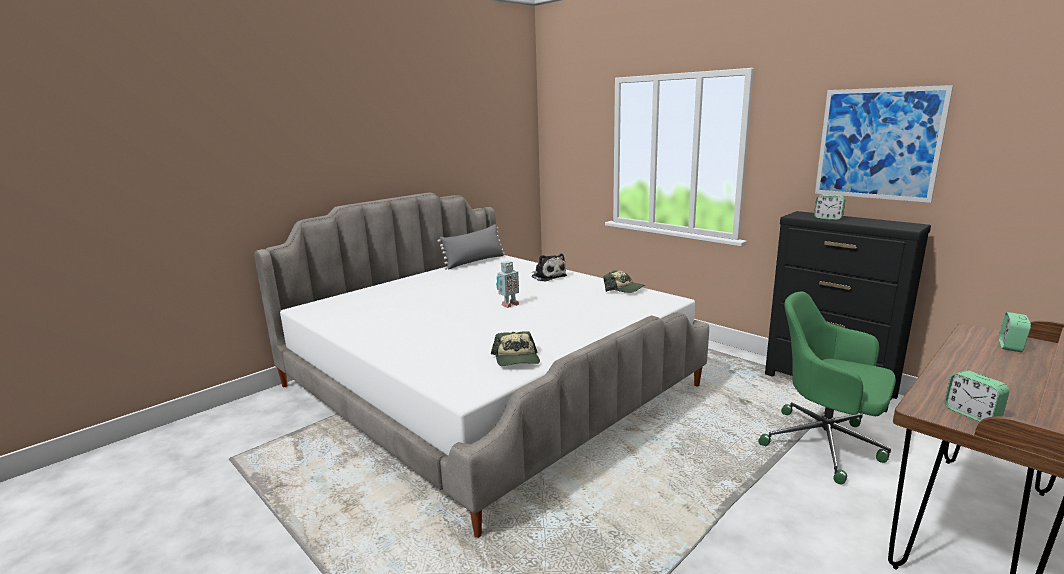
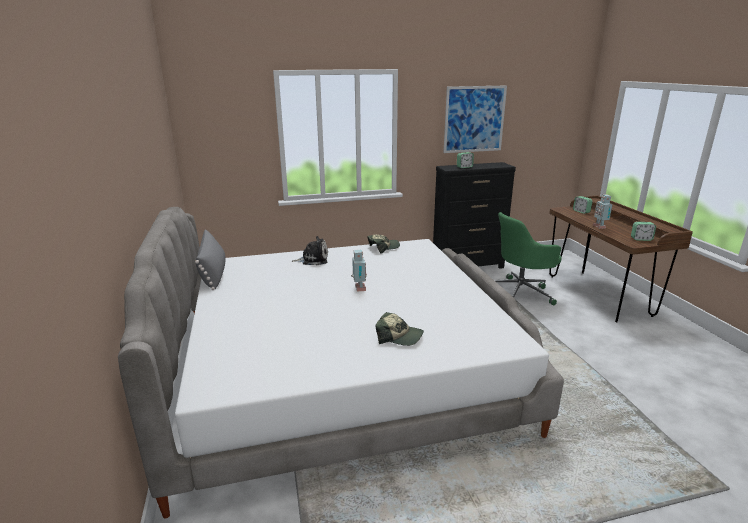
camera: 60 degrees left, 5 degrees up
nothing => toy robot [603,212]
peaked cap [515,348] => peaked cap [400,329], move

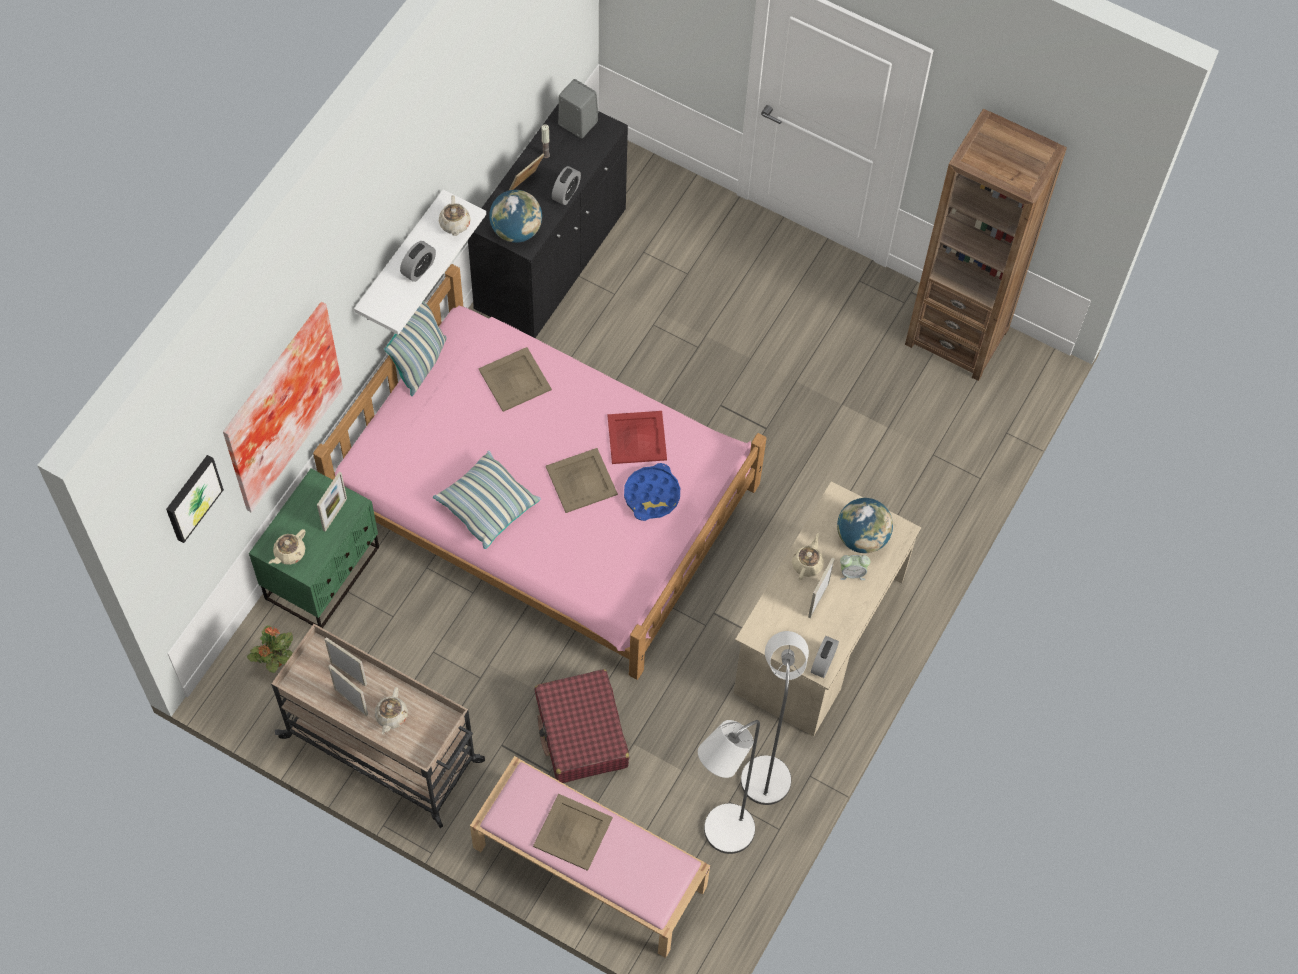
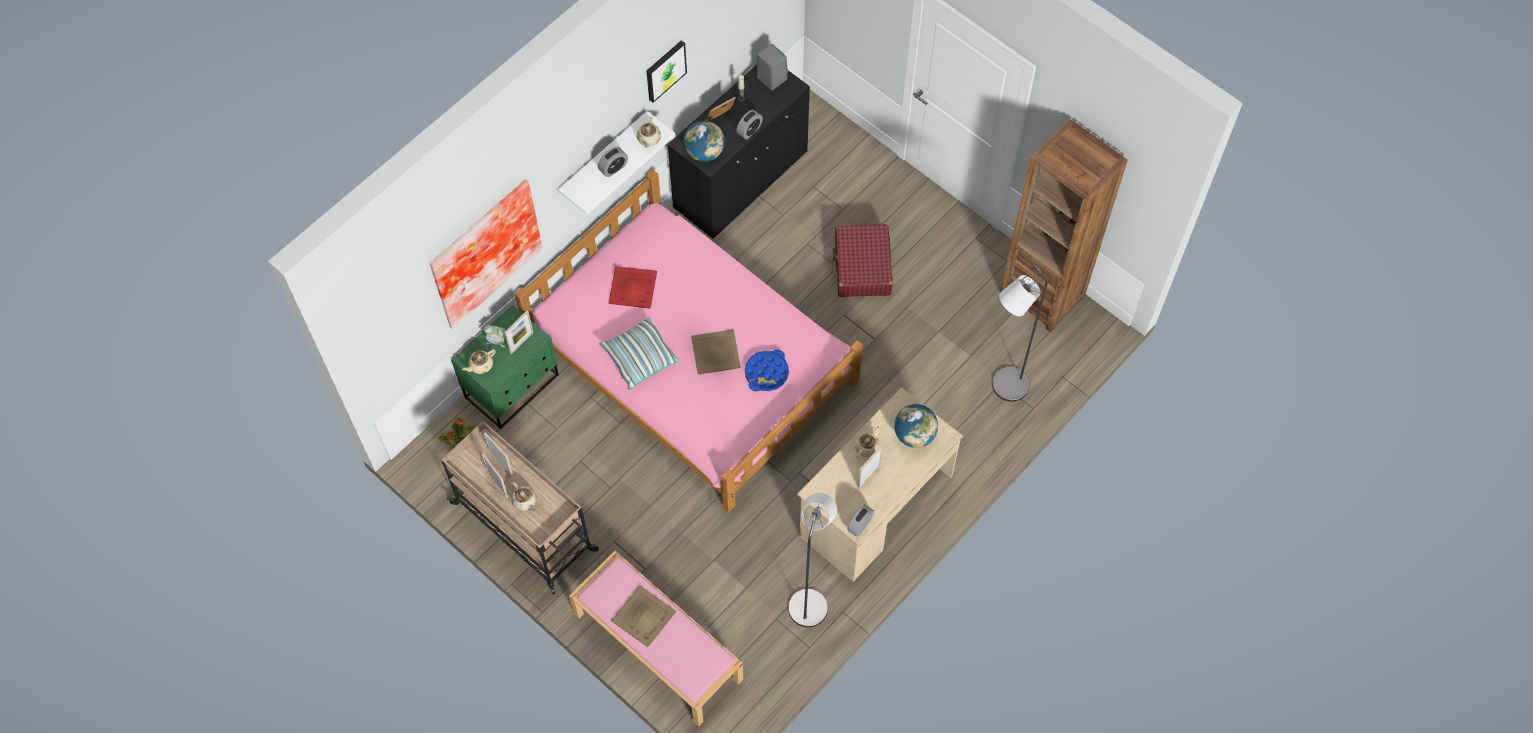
camera: 15 degrees right, 0 degrees up
throw pillow [415,348] => nothing
carrying tray in beige-coloured [515,379] => nothing
wall picture [195,499] => wall picture [666,72], move
travel case in red-coloured [582,726] => travel case in red-coloured [862,260], move
carrying tray in red-coloured [637,437] => carrying tray in red-coloured [632,287], move
standard lamp in greyish [729,787] => standard lamp in greyish [1020,338], move
table clock [855,567] => table clock [495,336], move
teapot in beige-coloured [391,710] => teapot in beige-coloured [524,496], 60 degrees counterclockwise

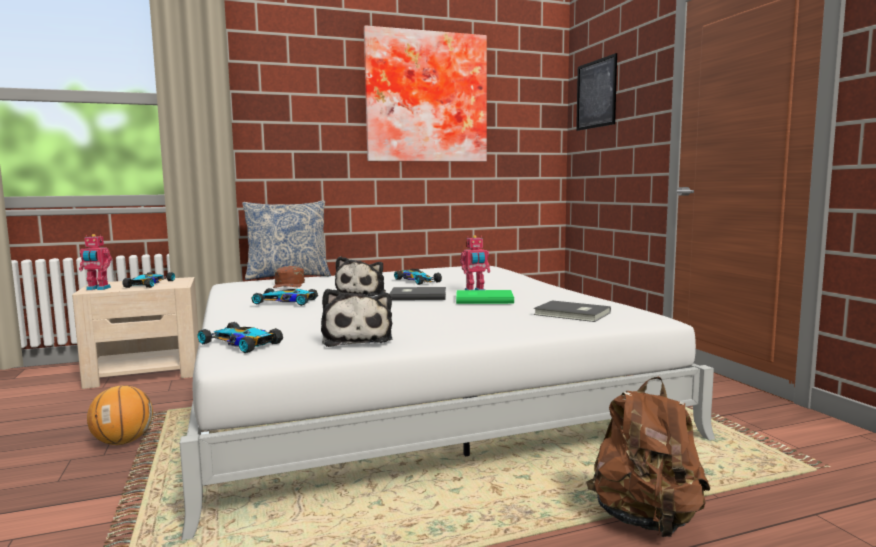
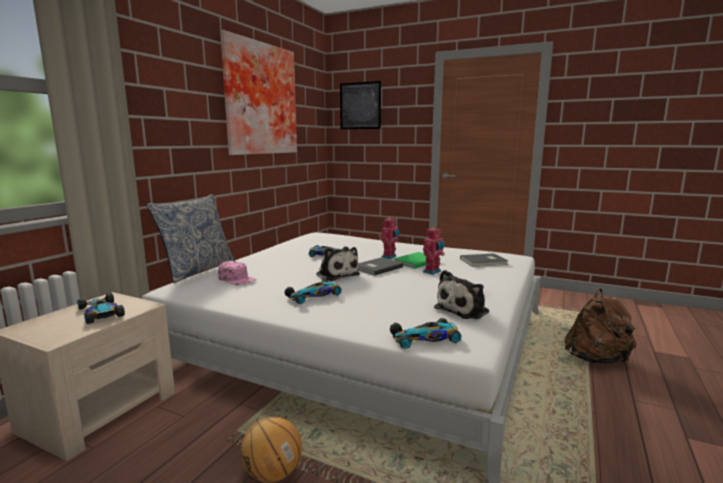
camera: 45 degrees left, 5 degrees up
toy robot [95,262] => toy robot [434,251], move
peaked cap in brownish [289,277] => peaked cap in pink [237,273]
cuddly toy [356,318] => cuddly toy [461,294], 105 degrees clockwise

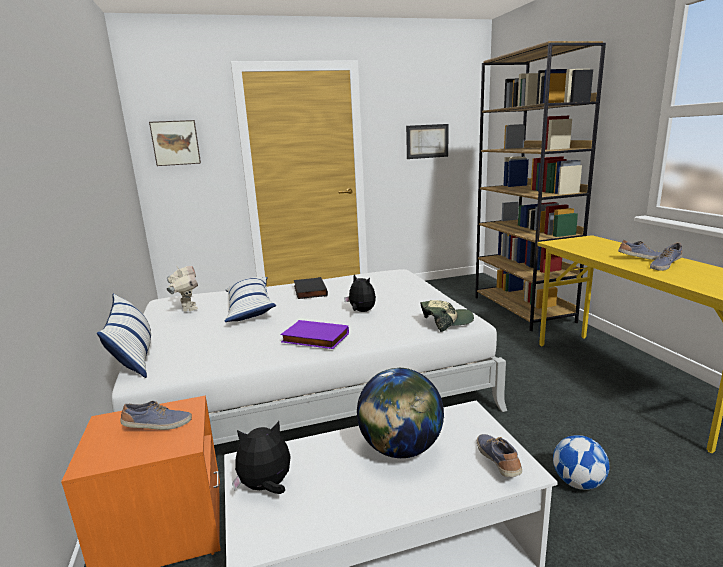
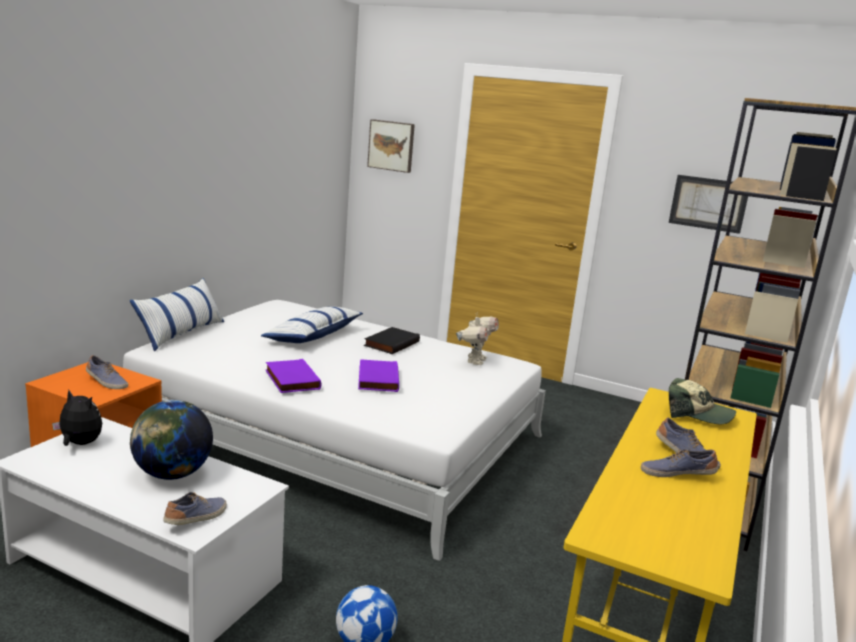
camera: 40 degrees right, 0 degrees up
toy robot [182,288] => toy robot [477,338], move
peaked cap [447,316] => peaked cap [702,401], move
cuddly toy [360,293] => bound book in purple-coloured [378,375]

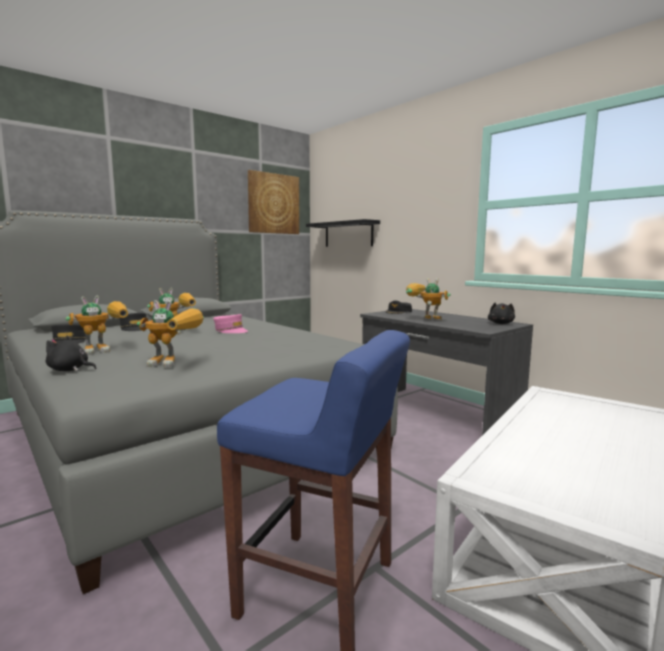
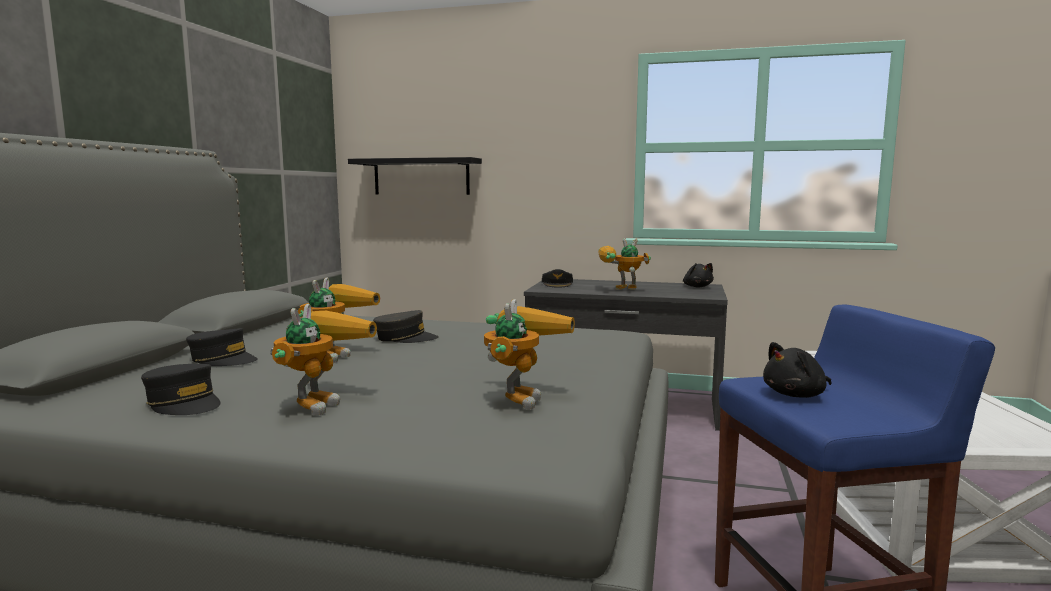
camera: 35 degrees left, 0 degrees up
wall picture [273,202] => nothing
cuddly toy in blackish [71,353] => cuddly toy in blackish [797,370], move
peaked cap in pink [230,323] => peaked cap in greyish [406,326]
toy robot [170,334] => toy robot [529,354], 45 degrees counterclockwise

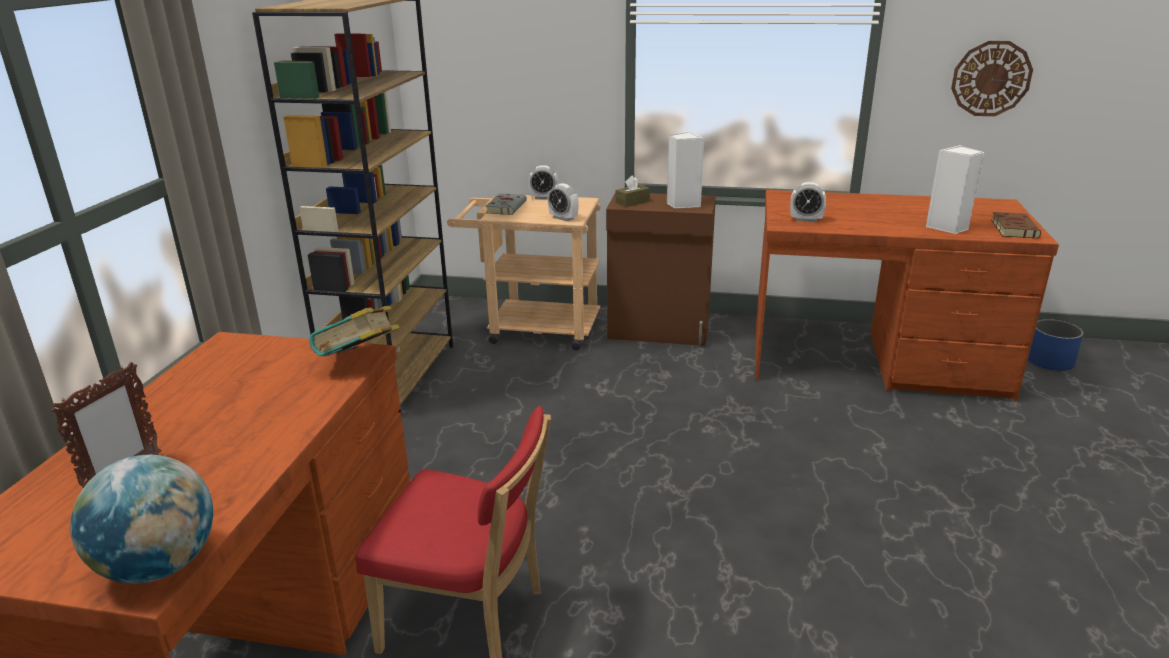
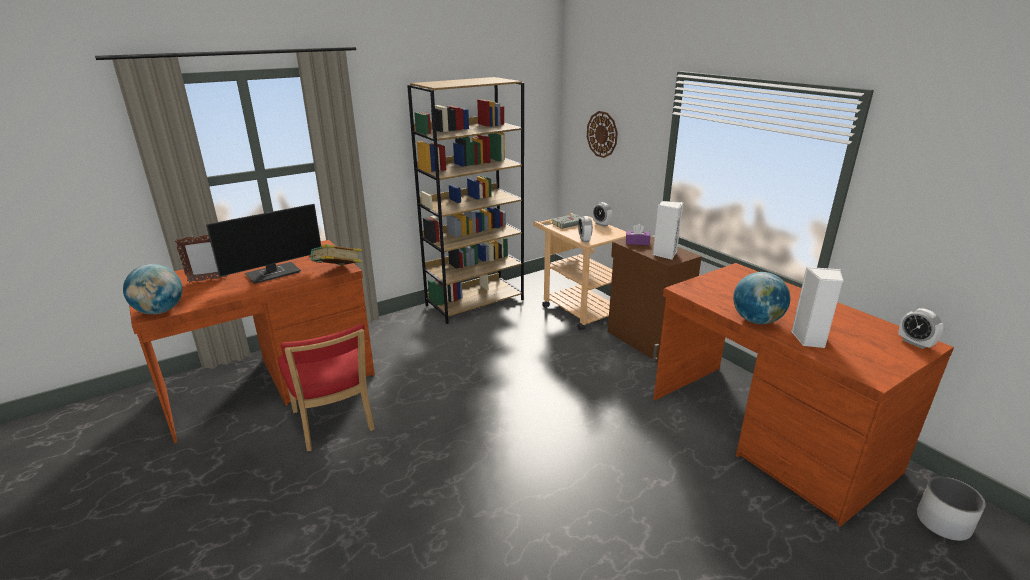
camera: 45 degrees right, 0 degrees up
bound book in brownish [1016,225] => nothing
nothing => computer screen [263,244]
nothing => desk globe [761,298]
table clock [808,202] => table clock [920,328], move
wall clock [992,78] => wall clock [602,134], move
box of tissues in brownish [633,191] => box of tissues in purple-coloured [638,234]
plant pot in bluish [1055,345] => plant pot in whitish [951,509]

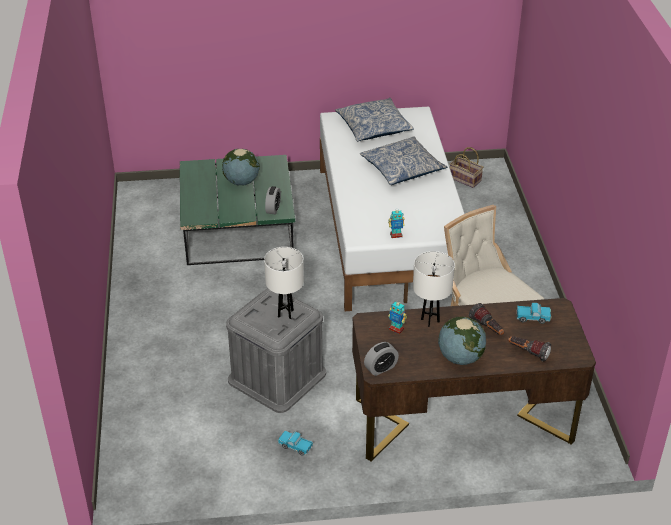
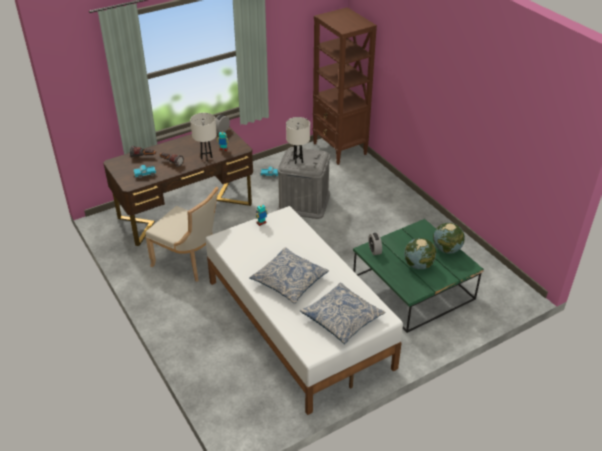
camera: 155 degrees right, 0 degrees up
storage basket [466,167] => nothing
nothing => bookcase in brownish [344,86]
desk globe [462,341] => desk globe [449,238], move

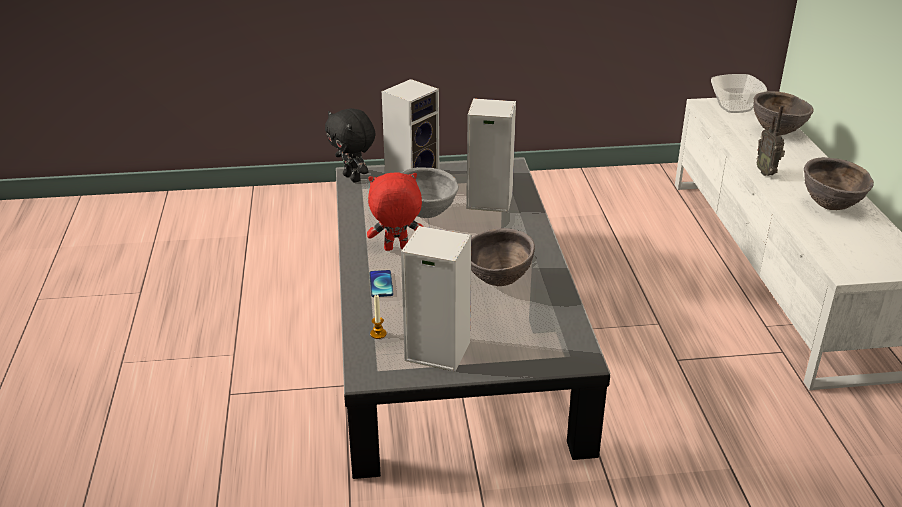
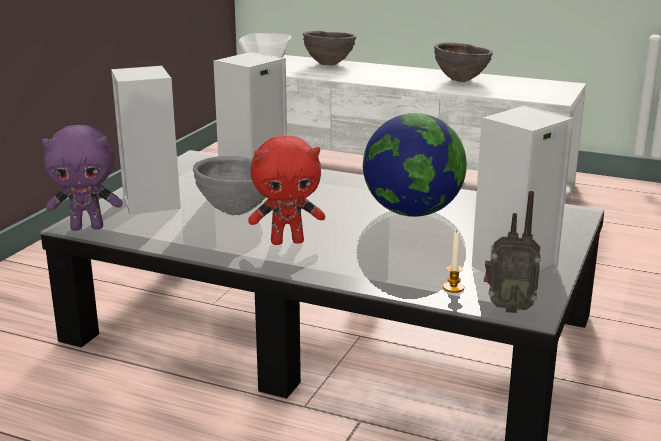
camera: 60 degrees left, 10 degrees down
telephone [381,283] => nothing
radio set [771,141] => radio set [512,252], move
serving bowl in brownish [503,257] => desk globe [415,165]
cuddly toy in blackish [350,145] => cuddly toy in purple-coloured [82,178]
cuddly toy in red-coloured [395,211] => cuddly toy in red-coloured [286,190], 120 degrees counterclockwise

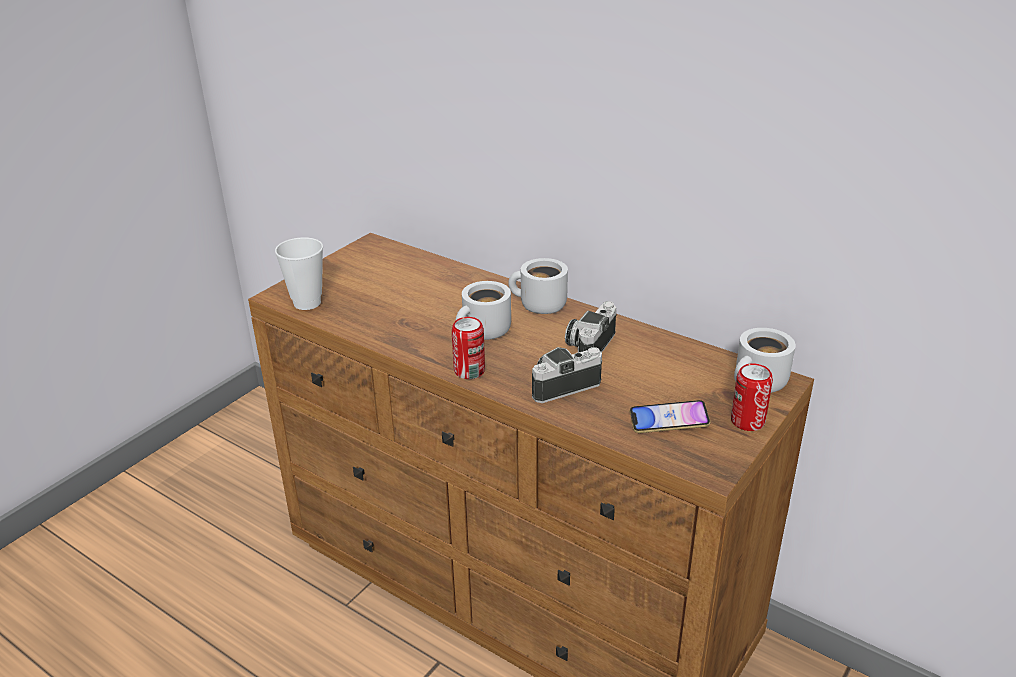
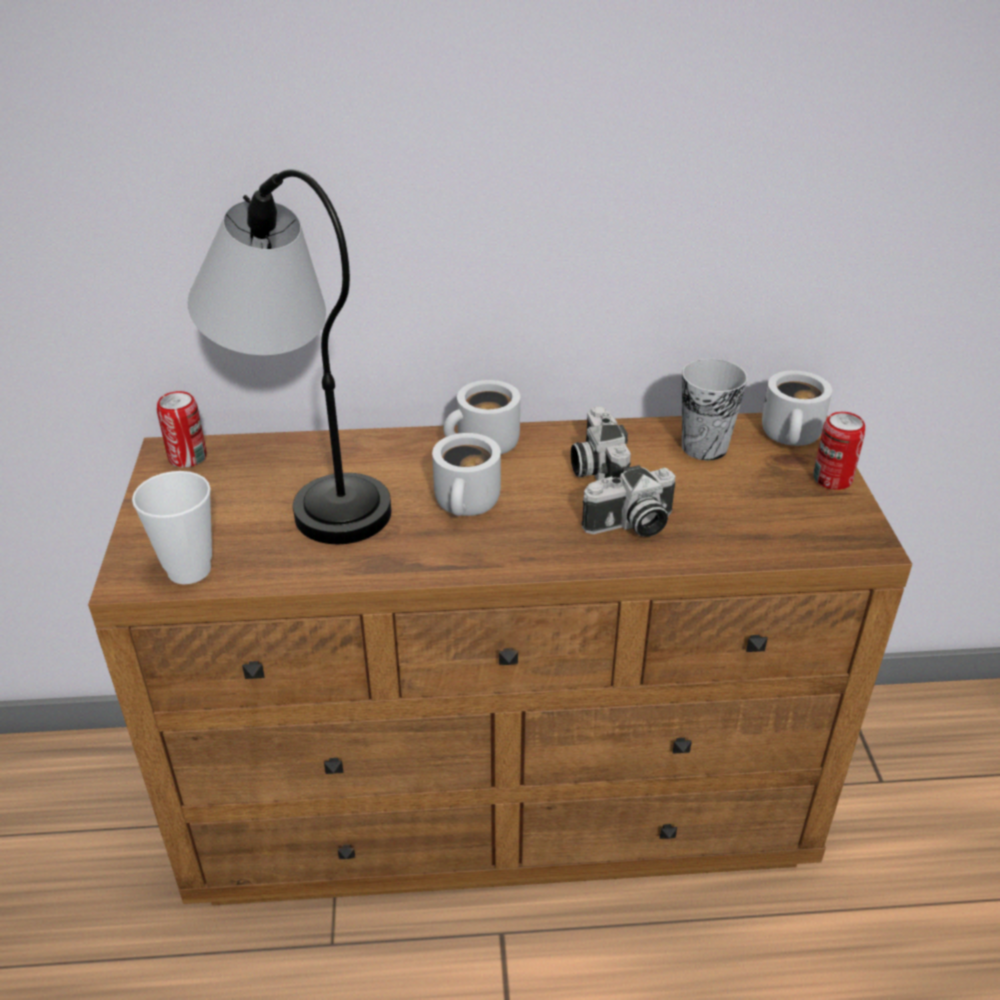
camera: 40 degrees left, 5 degrees up
telephone [670,416] => nothing
nothing => tabletop lamp [289,356]
nothing => cup [715,409]
sealed can [468,348] => sealed can [182,429], move
photo camera [567,375] => photo camera [629,501], 135 degrees counterclockwise

